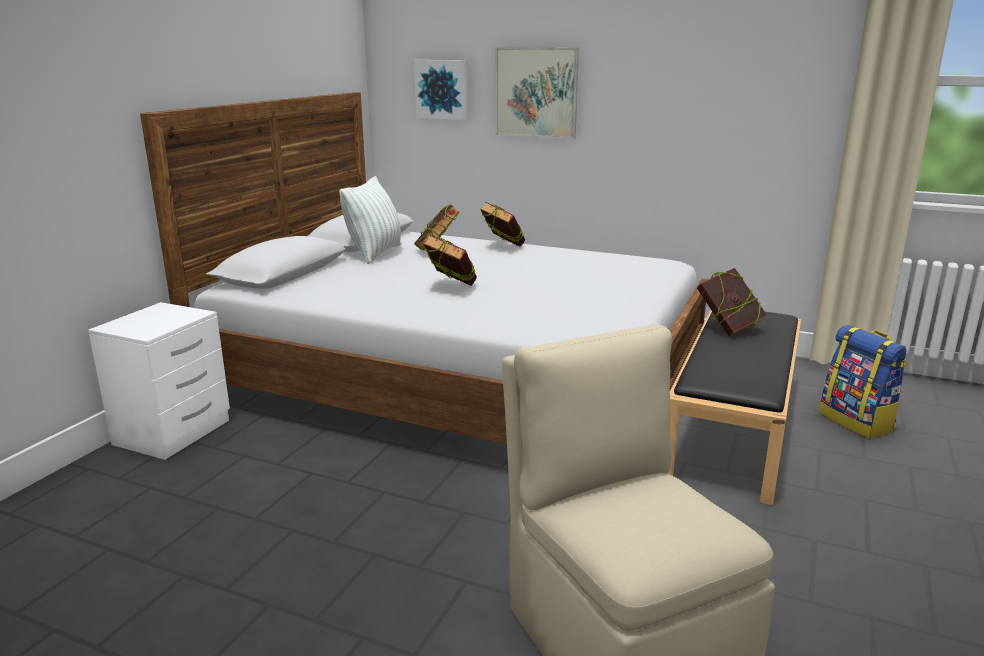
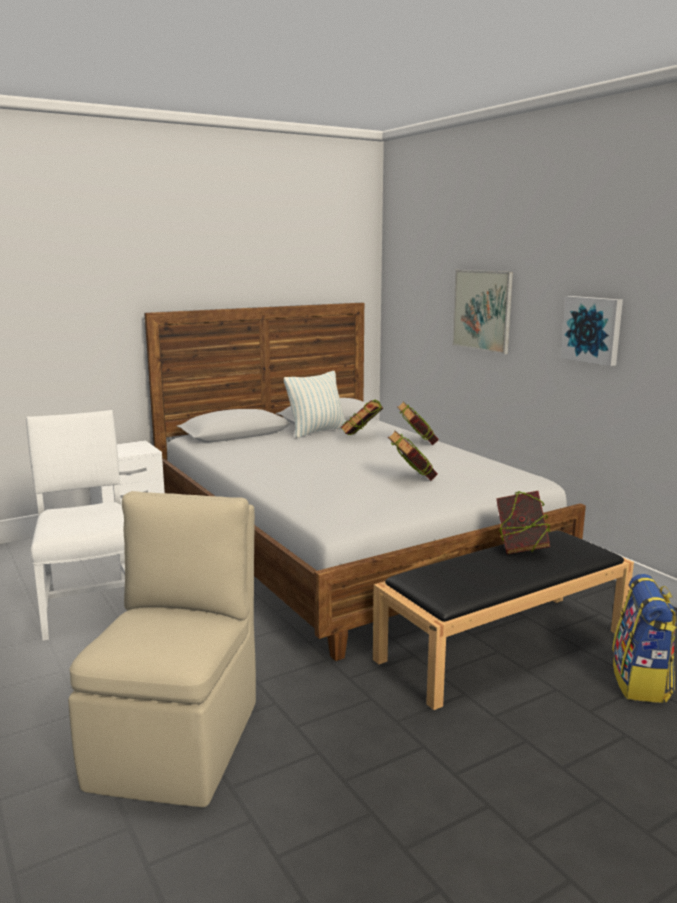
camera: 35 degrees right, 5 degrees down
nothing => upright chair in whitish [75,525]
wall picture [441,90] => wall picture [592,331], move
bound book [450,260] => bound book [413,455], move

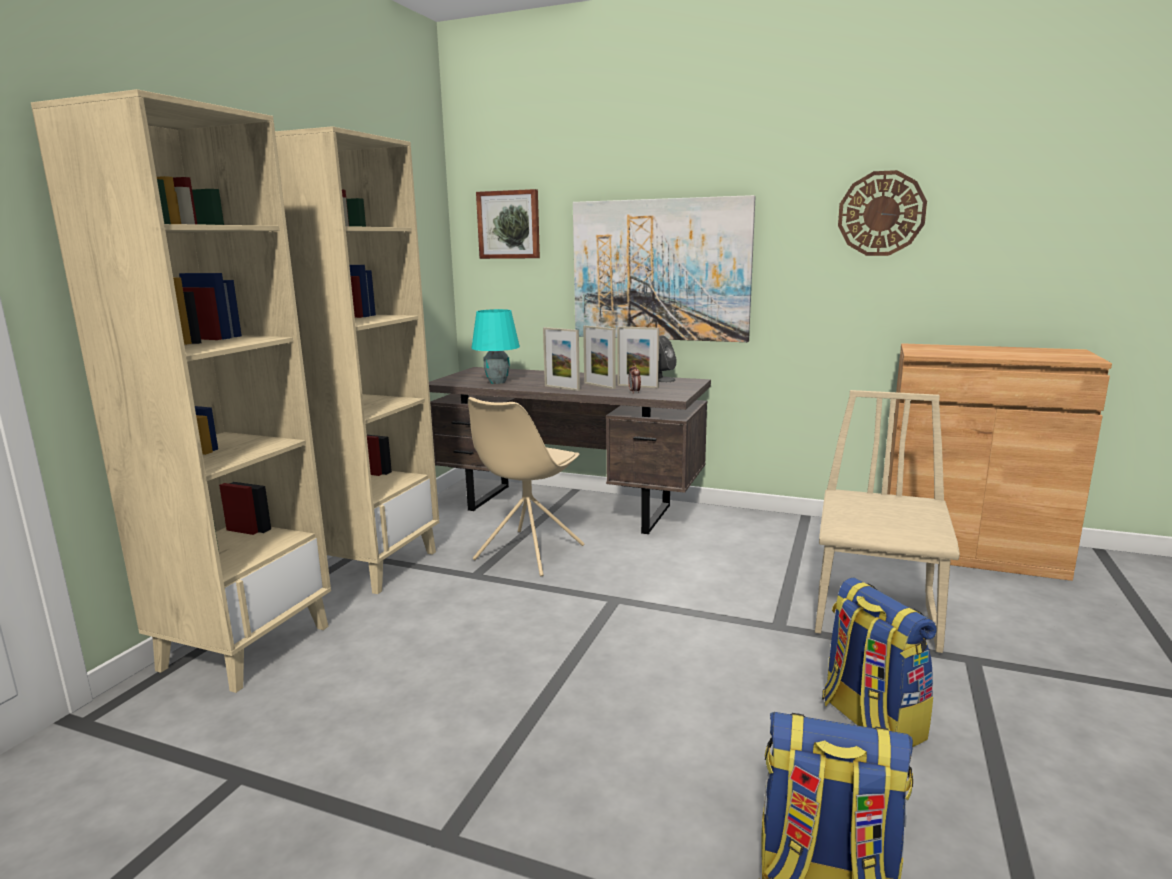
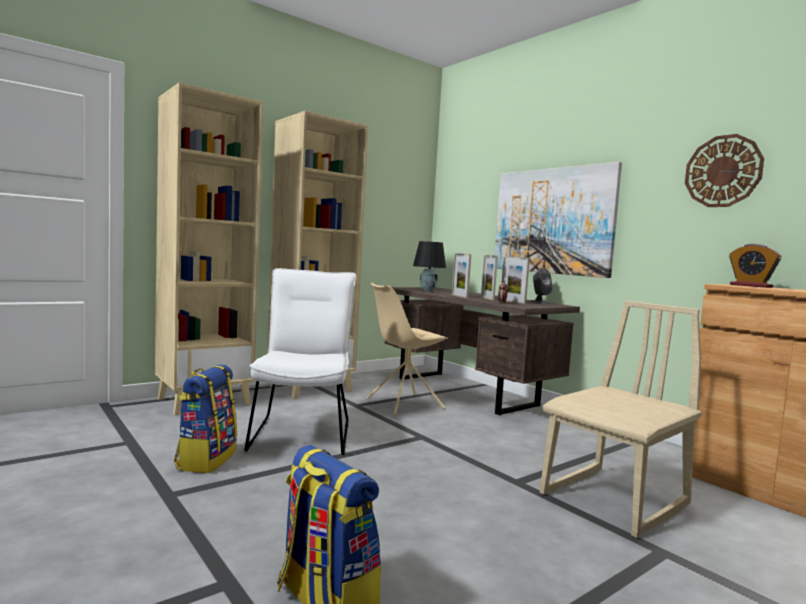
camera: 30 degrees right, 10 degrees down
wall picture [508,224] => nothing
nothing => upright chair in whitish [300,361]
nothing => table clock [755,266]
backpack [879,662] => backpack [205,418], move
tabletop lamp in blue-green [496,346] => tabletop lamp in blackish [429,266]

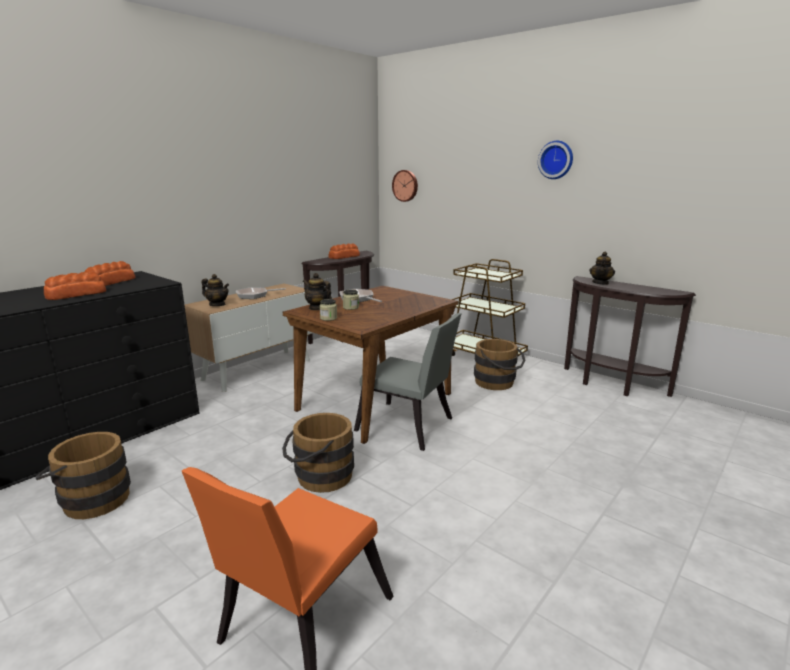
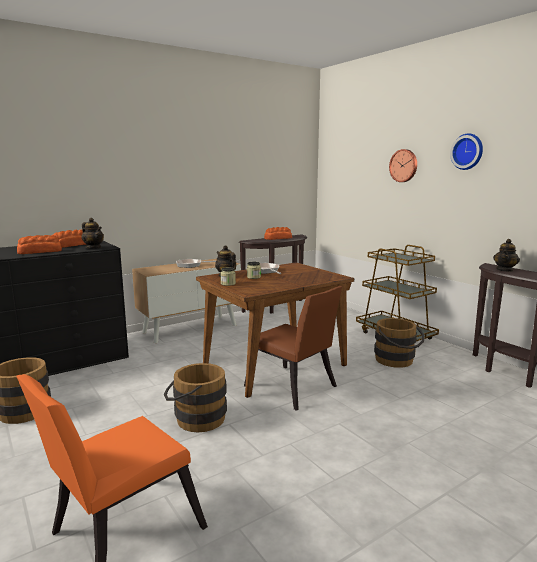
camera: 15 degrees right, 5 degrees down
teapot [215,290] => teapot [92,233], move
wall clock [405,186] => wall clock [403,165], move
upright chair in greyish [408,382] => upright chair in brownish [293,348]

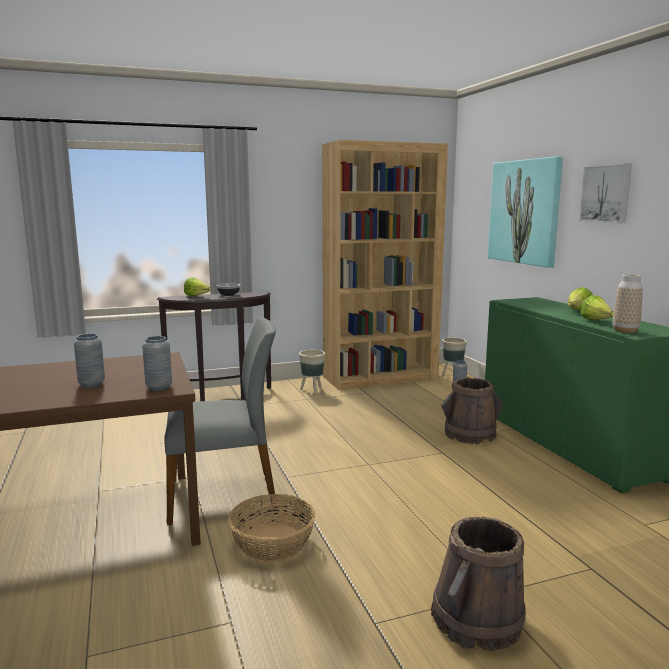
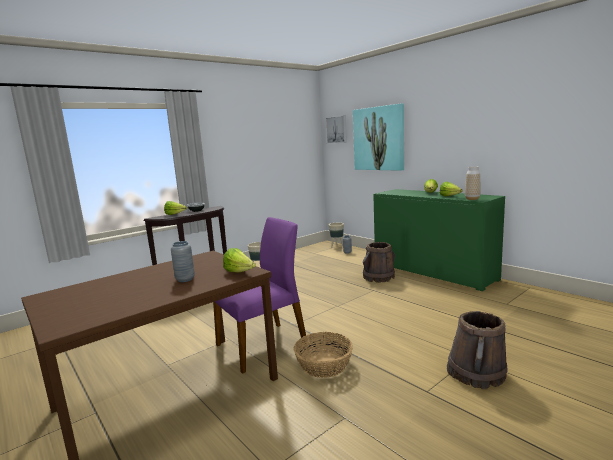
camera: 20 degrees left, 0 degrees up
bookcase in brownish [385,265] => nothing
wall picture [605,193] => wall picture [336,129], move
vase in greyish [157,363] => lettuce [239,260]
upright chair in greyish [220,421] => upright chair in purple-coloured [259,295]

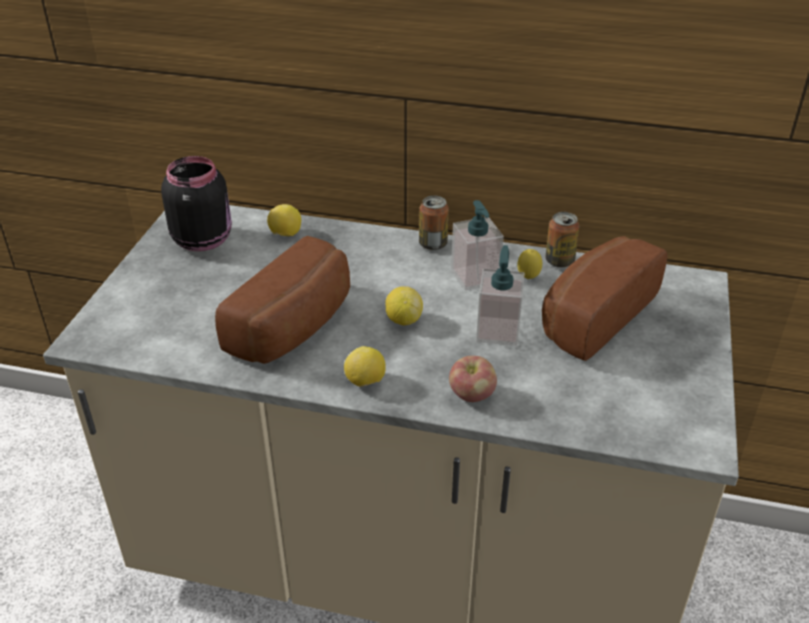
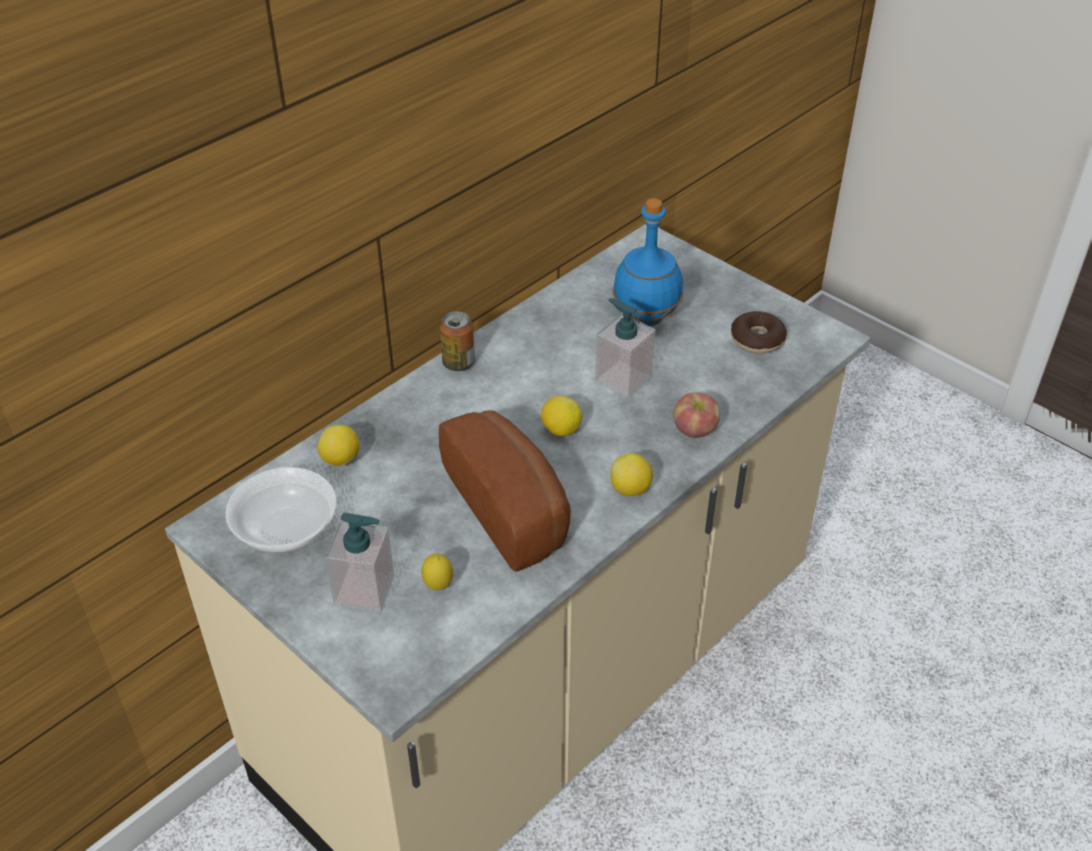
camera: 60 degrees left, 5 degrees up
sealed can [562,240] => nothing
nothing => donut [759,332]
soap dispenser [477,245] => soap dispenser [359,563], move
citrus fruit [529,264] => citrus fruit [437,572], move
preserve jar in blackish [196,203] => serving bowl [281,510]
baked bread [604,298] => bottle in bluish [648,262]

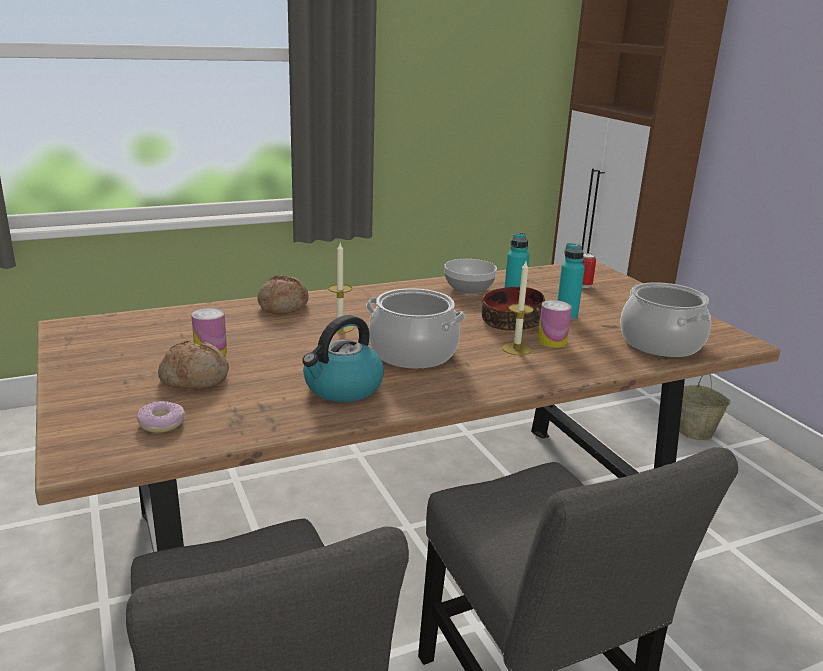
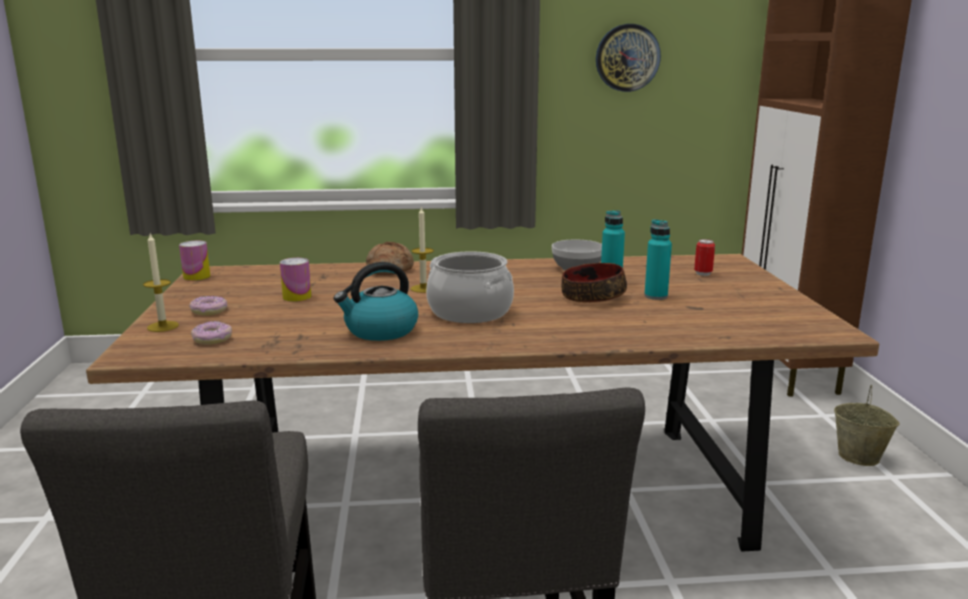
camera: 20 degrees right, 5 degrees down
baked bread [193,365] => nothing
cooking pot [665,319] => nothing
nothing => donut [208,306]
nothing => wall clock [628,58]
wax candle [518,308] => wax candle [161,283], move
sealed can [555,324] => sealed can [194,261], move

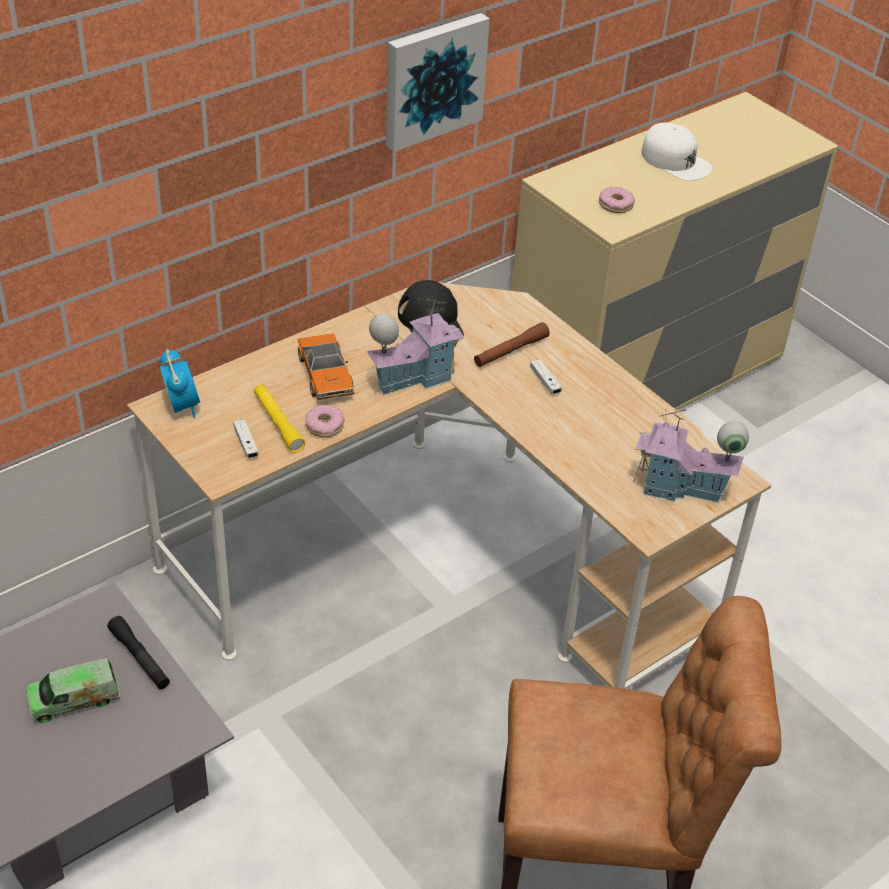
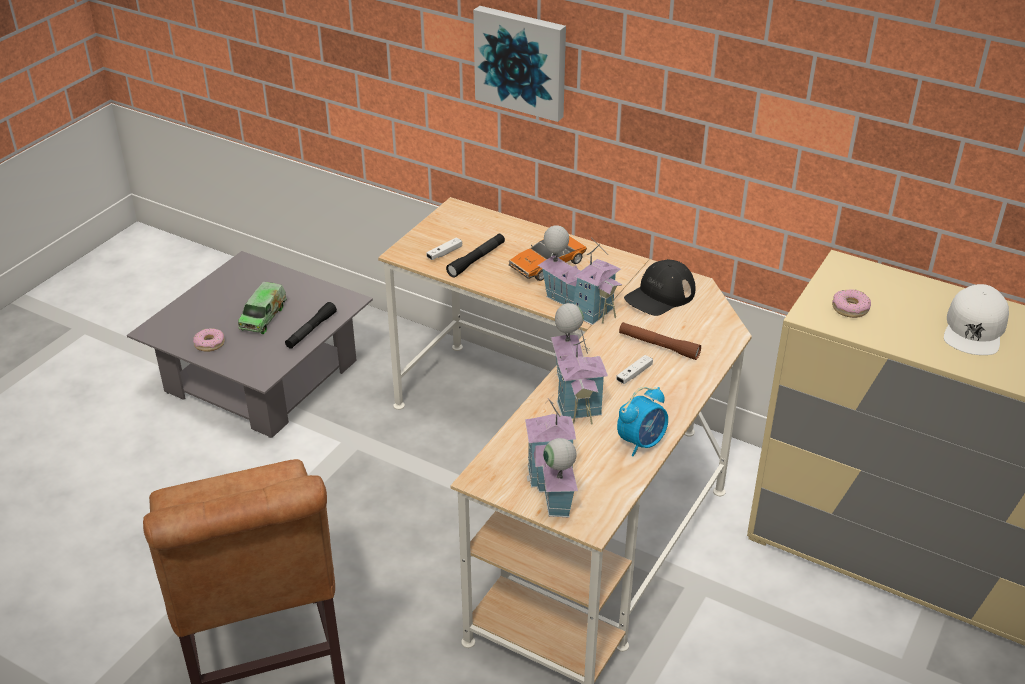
camera: 70 degrees right, 5 degrees down
nothing => toy house [579,364]
table clock [180,383] => table clock [642,421], move
donut [325,421] => donut [209,340], move
wall picture [438,82] => wall picture [519,64], move
flashlight in yellowish [279,418] => flashlight in blackish [475,256]
toy truck [73,690] => toy truck [262,308], 120 degrees counterclockwise

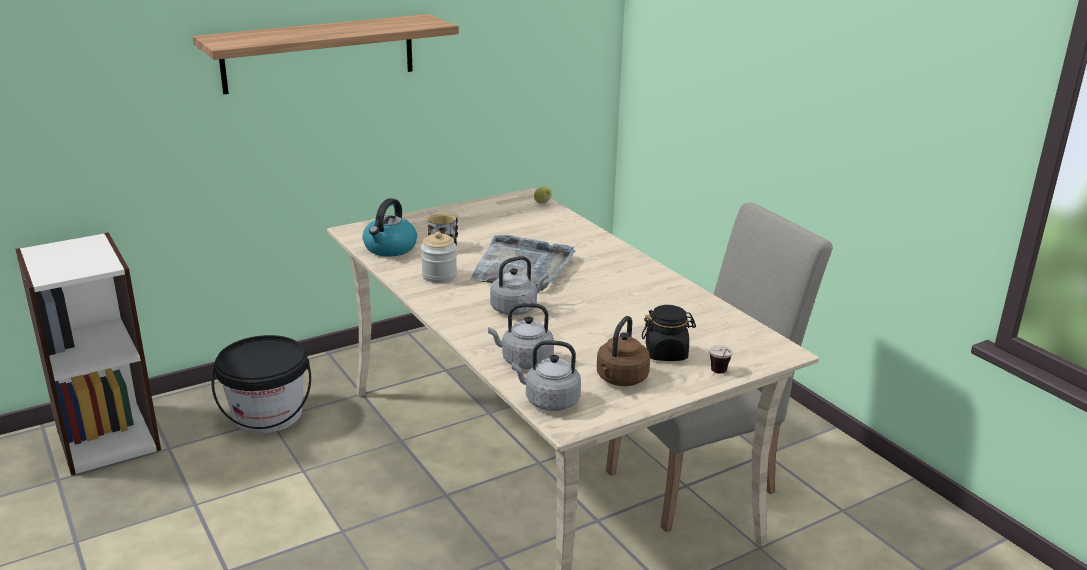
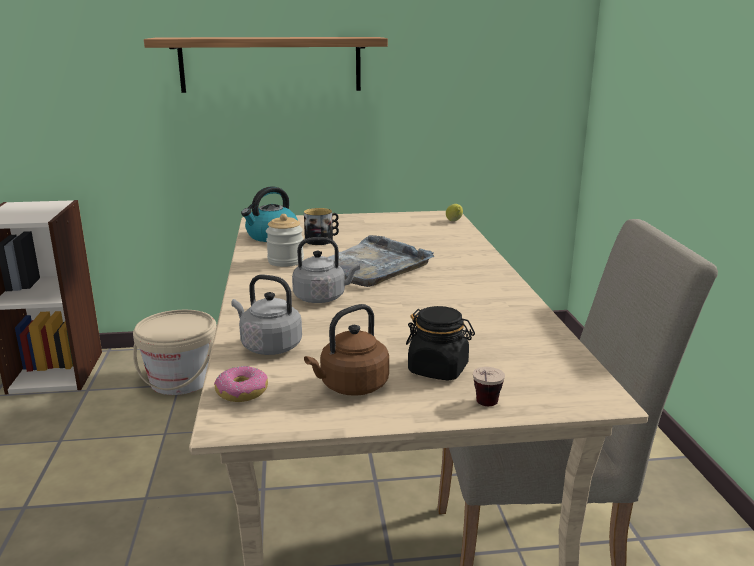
camera: 25 degrees right, 5 degrees down
water kettle in greyish [546,375] => donut [241,384]
pail in blackish [261,384] => pail in beige-coloured [175,352]

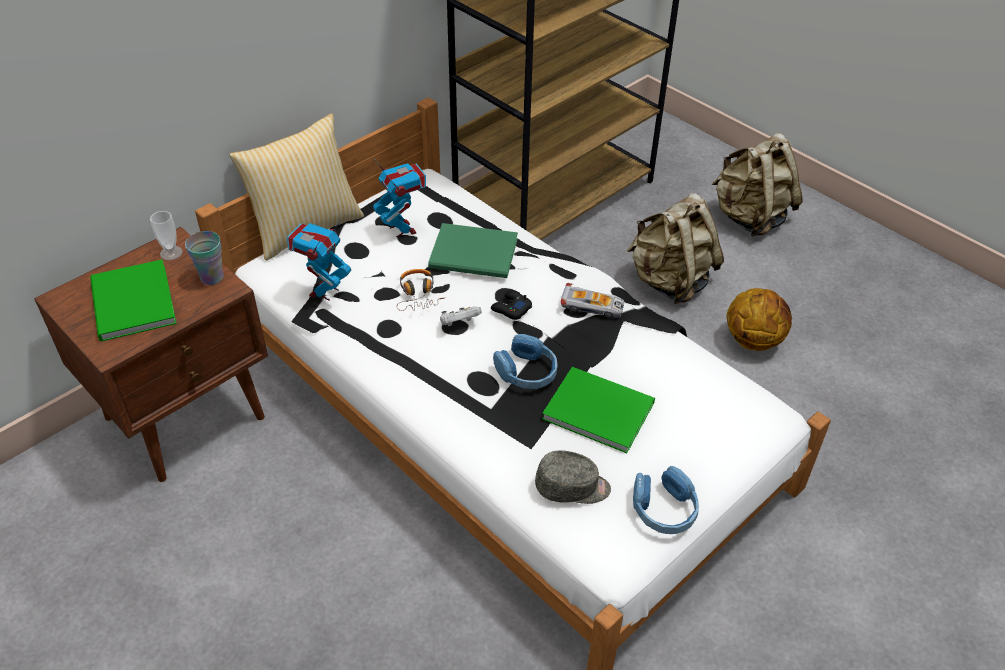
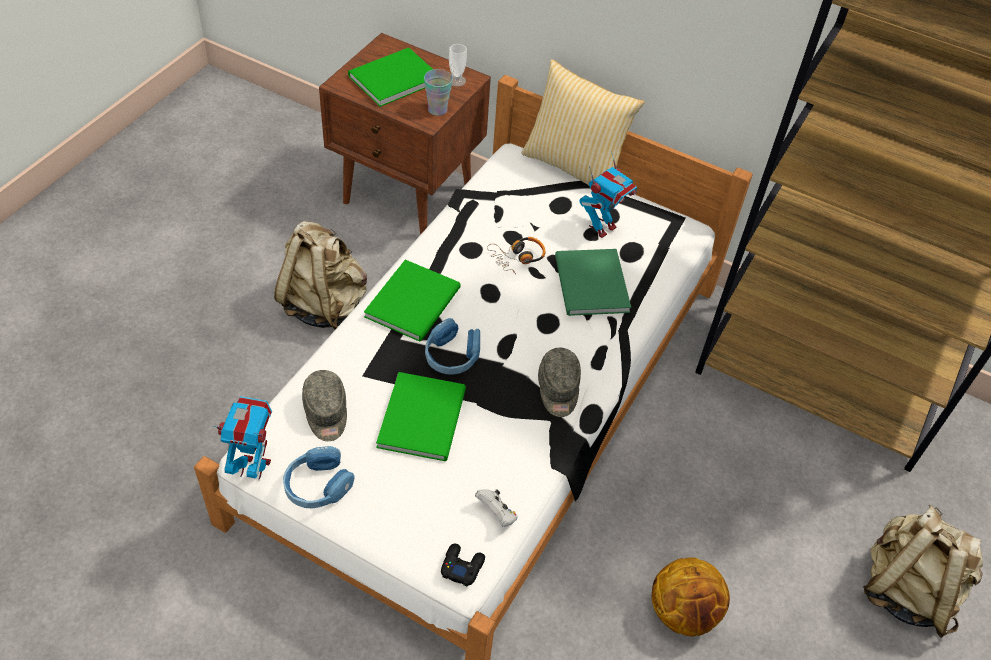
camera: 70 degrees right, 5 degrees up
nothing => bound book in greenish [412,301]
toy robot [319,260] => toy robot [242,438], move
joypad in whitish [461,316] => joypad in whitish [496,508], move
joypad in blackish [511,305] => joypad in blackish [463,565], move
backpack in beige-coloured [675,248] => backpack in beige-coloured [320,275], move
model car [592,300] => peaked cap in greyish [559,382]

